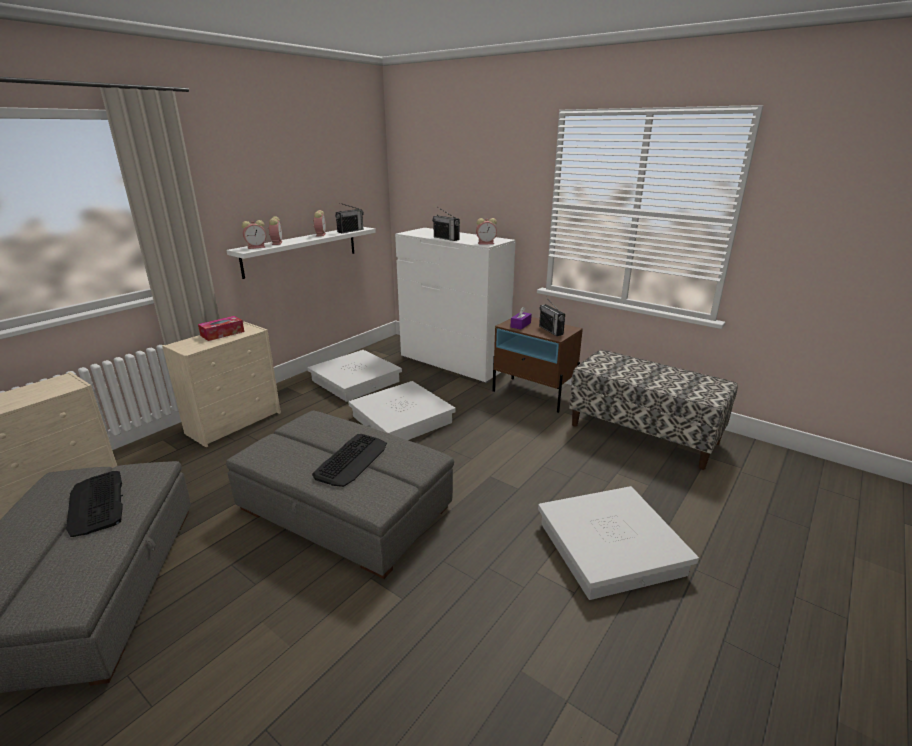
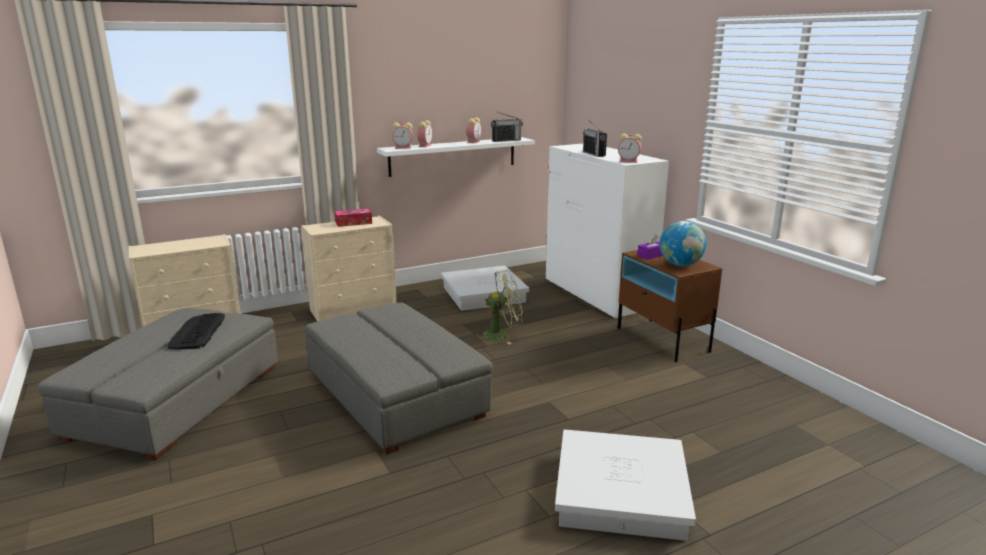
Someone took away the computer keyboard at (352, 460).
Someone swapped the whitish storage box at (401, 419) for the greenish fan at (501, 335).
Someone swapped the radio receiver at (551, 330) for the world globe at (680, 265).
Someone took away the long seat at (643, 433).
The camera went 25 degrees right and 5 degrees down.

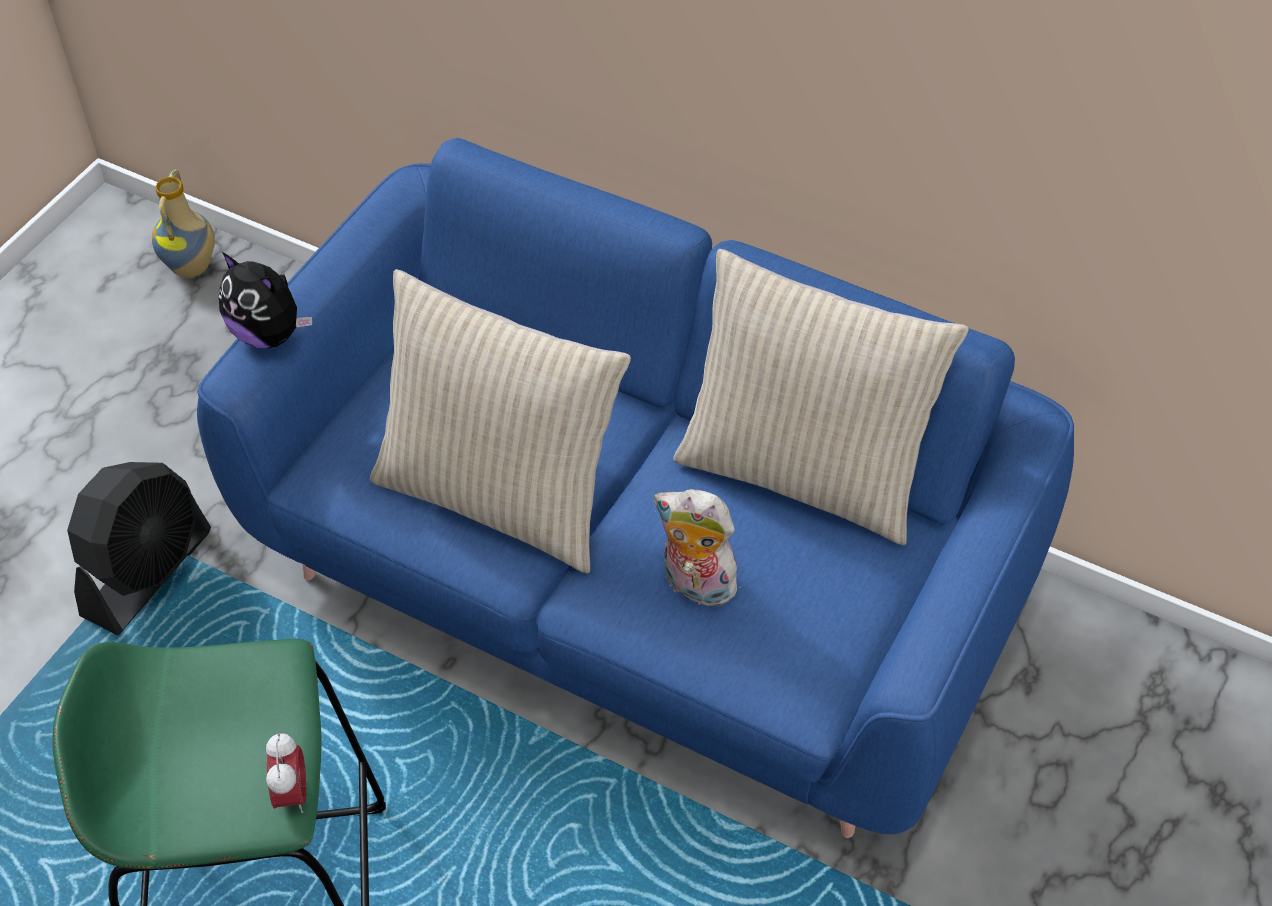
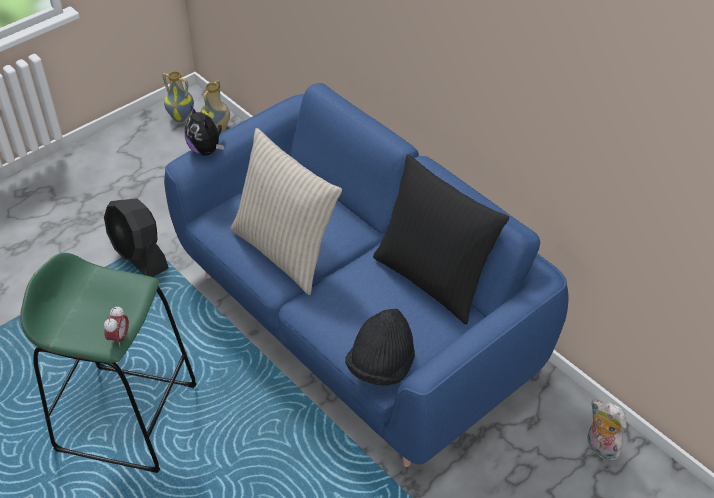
Someone rotated the blackish fan at (148, 572) by 90 degrees clockwise.
Someone carried the cuddly toy from (694, 585) to (600, 447).
Someone repainted the beige pillow at (803, 472), which became the blackish pillow at (433, 279).
Someone put down the flower vase at (182, 117).
Someone put down the blackish clothing hat at (381, 365).
The camera went 20 degrees right and 5 degrees down.

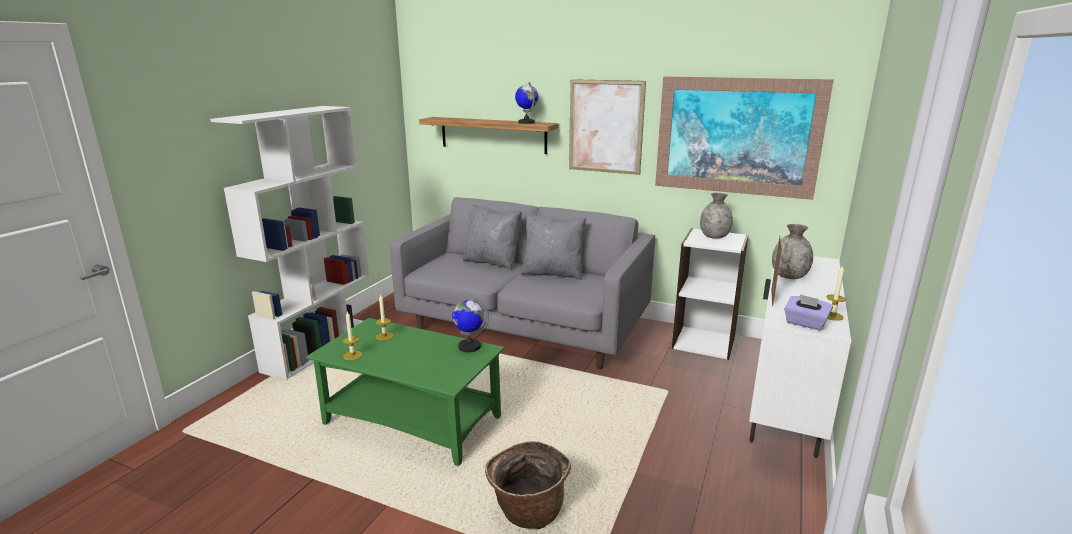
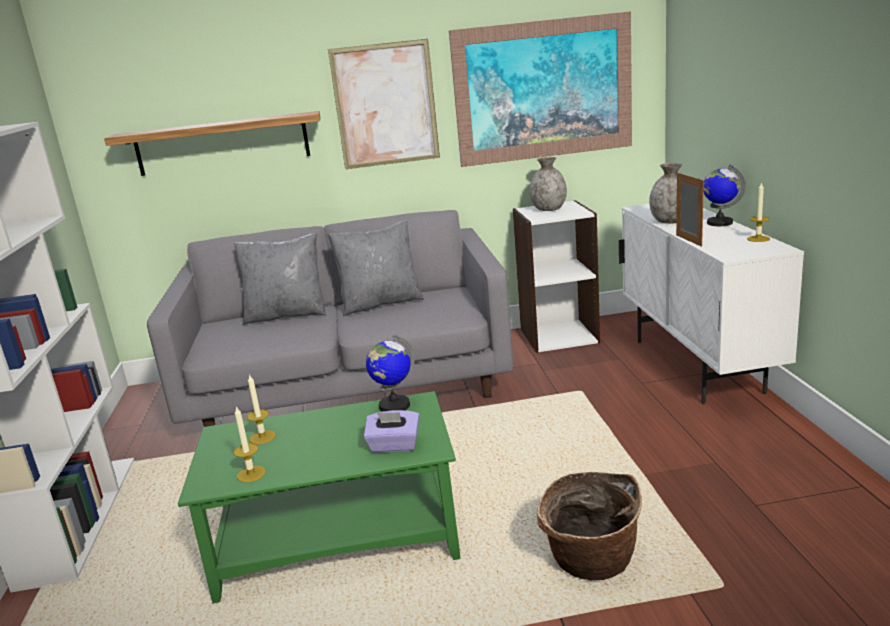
Someone carried the world globe from (526, 122) to (719, 223).
Someone carried the purplish tissue box from (805, 323) to (394, 446).
The camera went 30 degrees left and 0 degrees up.

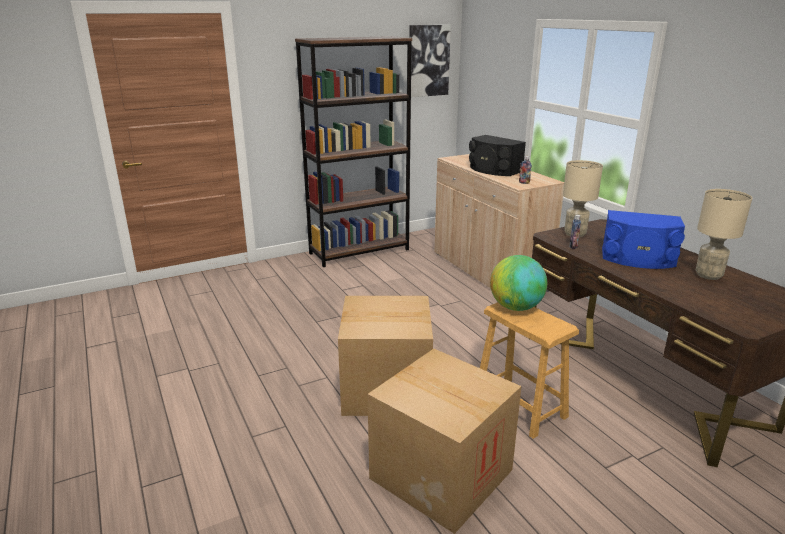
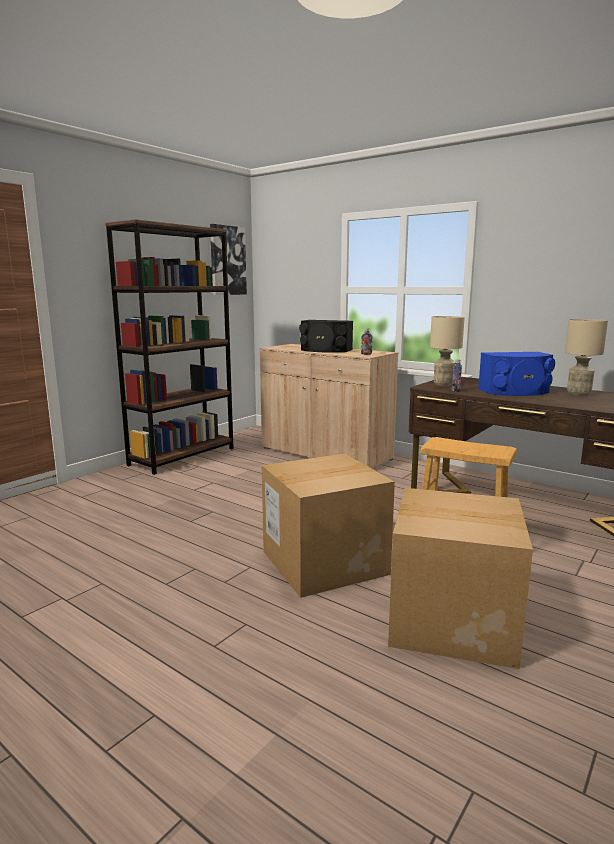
Someone took away the world globe at (515, 307).
The camera went 25 degrees left and 10 degrees down.

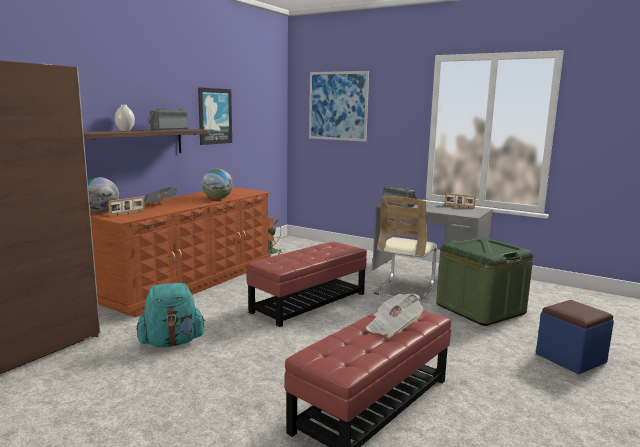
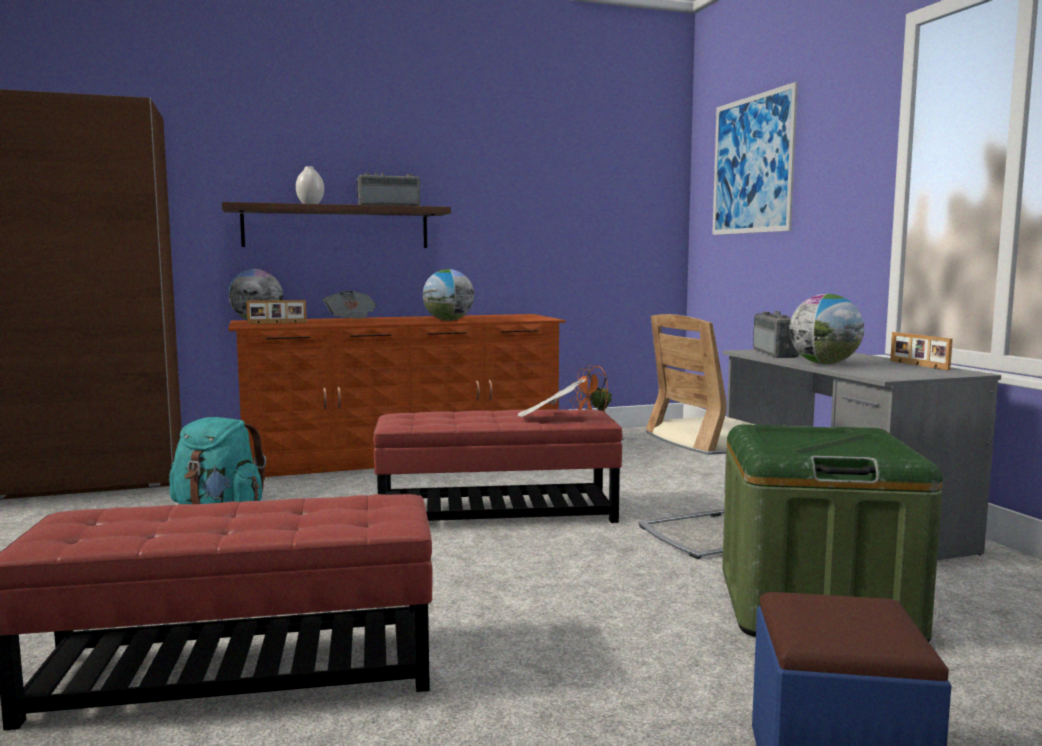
Someone took away the wall art at (214, 116).
Someone carried the daily paper from (393, 328) to (549, 417).
Someone put down the world globe at (824, 363).
The camera went 40 degrees right and 5 degrees down.

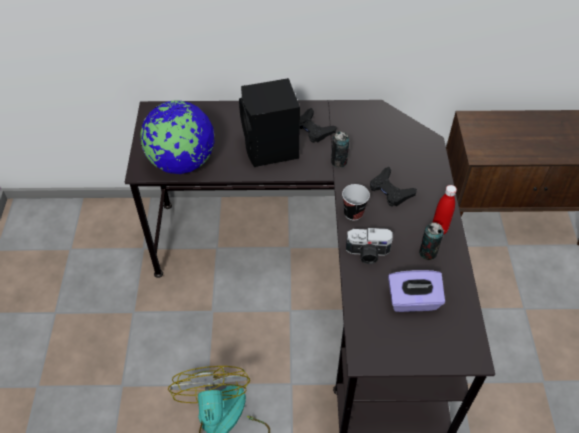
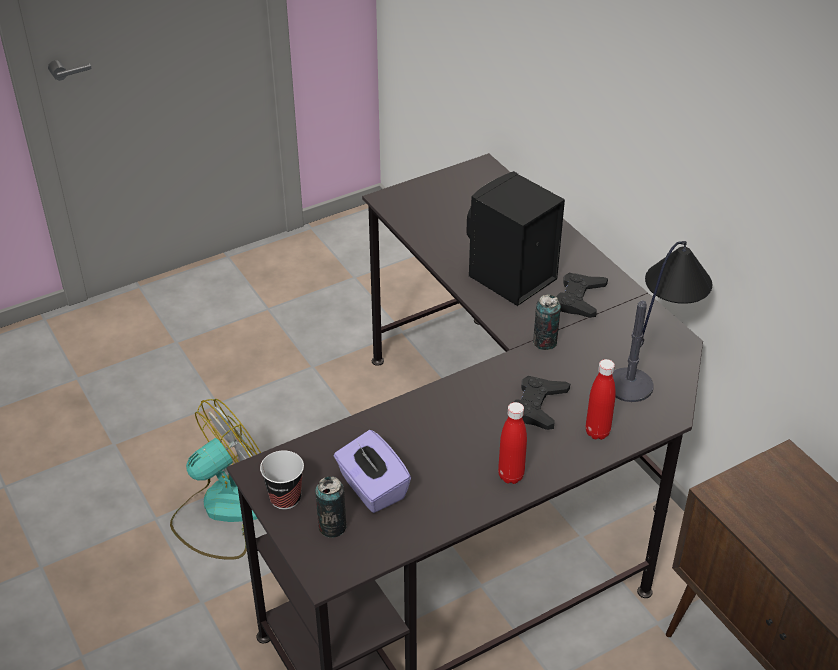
Someone took away the world globe at (182, 162).
Someone carried the small cup from (353, 213) to (285, 498).
Someone took away the still camera at (367, 254).
Someone carried the sealed can from (428, 252) to (332, 527).
Someone put down the reddish bottle at (597, 432).
Someone put down the lamp for a table at (653, 359).
The camera went 60 degrees right and 10 degrees down.

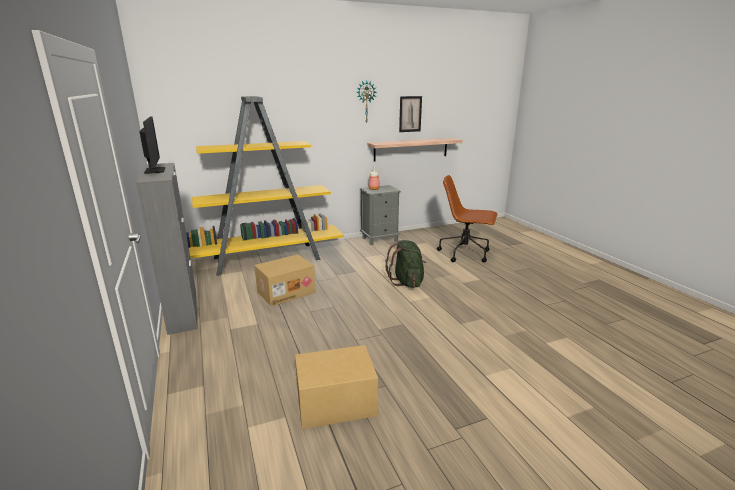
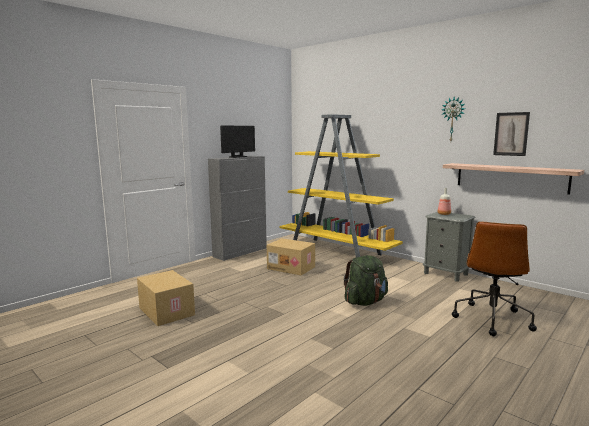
Someone rotated the brownish office chair at (465, 253) by 150 degrees counterclockwise.
The camera went 65 degrees right and 10 degrees down.

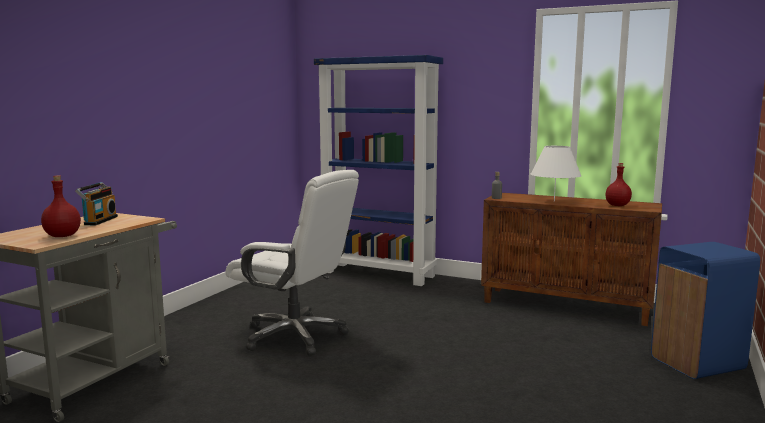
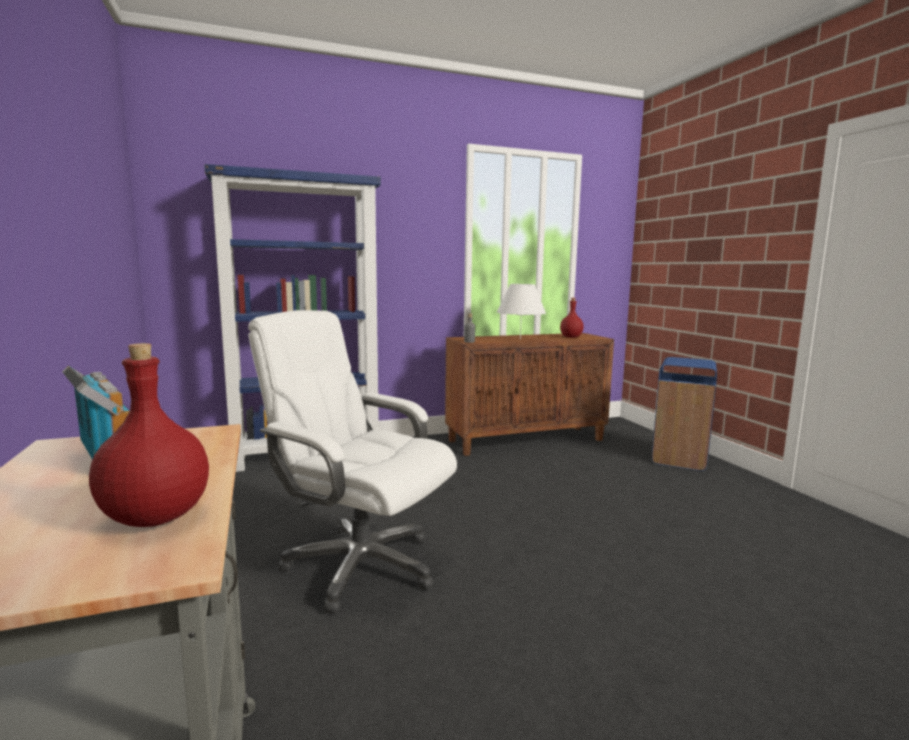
Someone rotated the whitish office chair at (295, 336) by 135 degrees counterclockwise.
The camera went 45 degrees left and 0 degrees up.

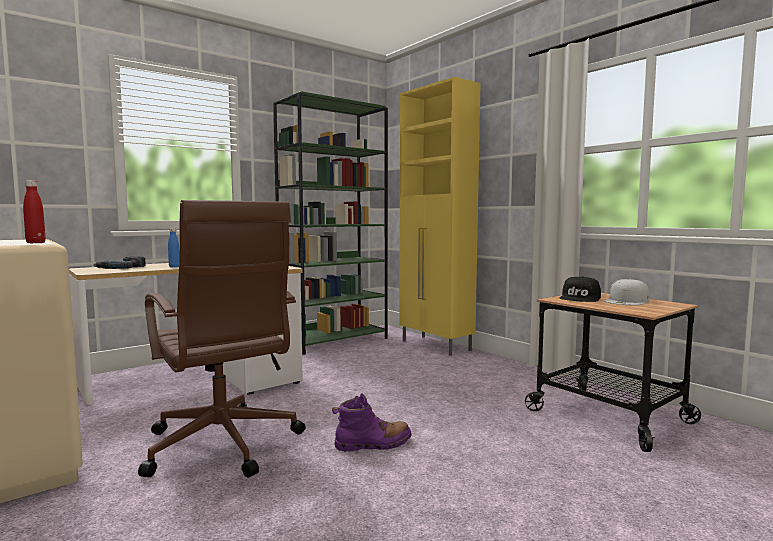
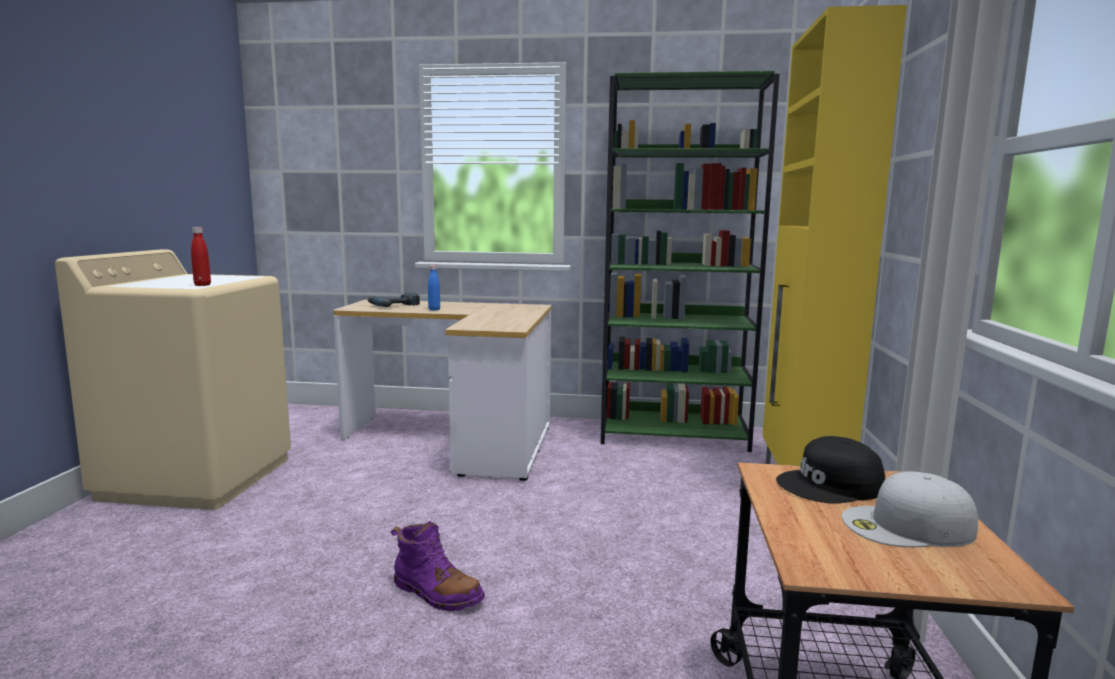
Someone took away the brownish office chair at (223, 446).
The camera went 45 degrees right and 5 degrees up.

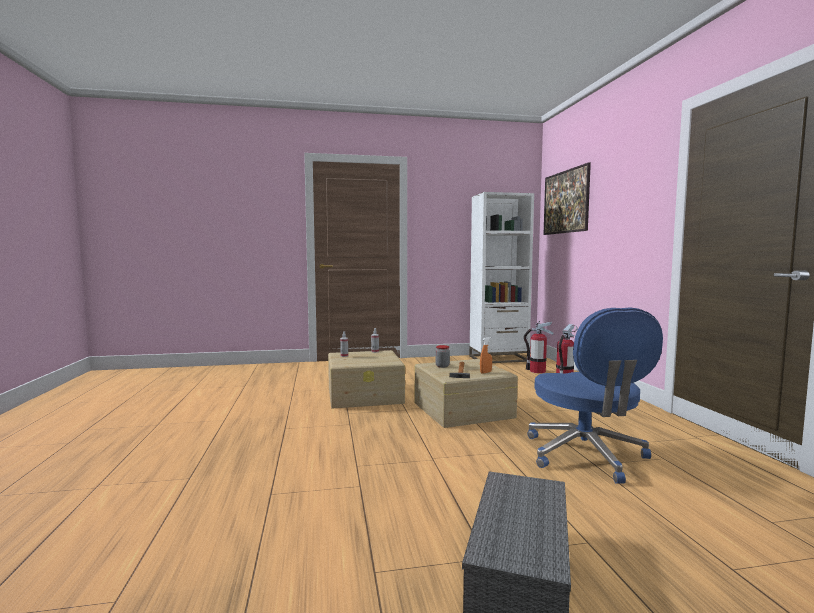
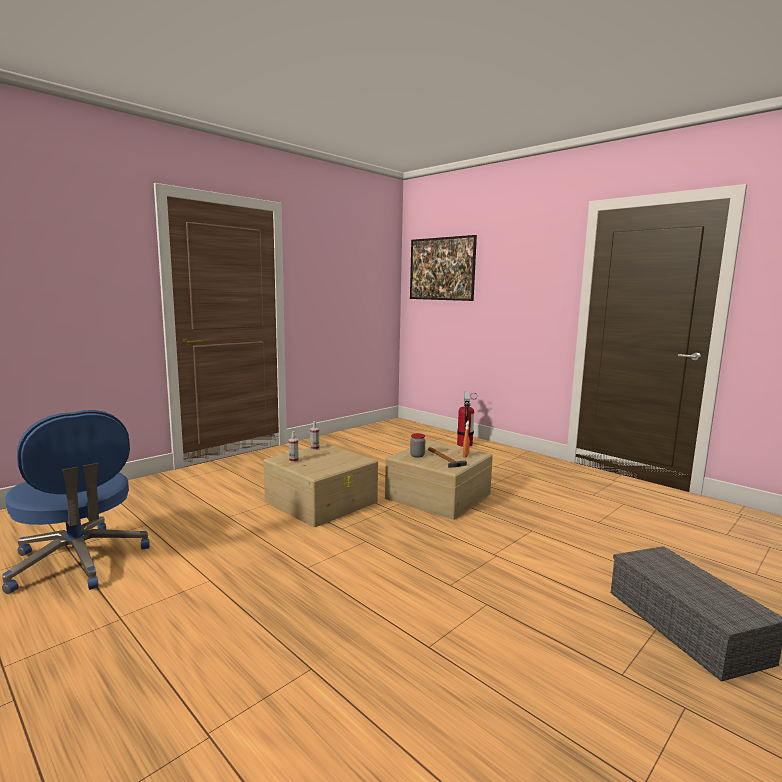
Someone took away the whitish bookshelf at (498, 358).
Someone took away the fire-fighting cylinder at (537, 371).
Someone carried the blue office chair from (586, 455) to (78, 562).
The camera went 35 degrees left and 5 degrees up.

